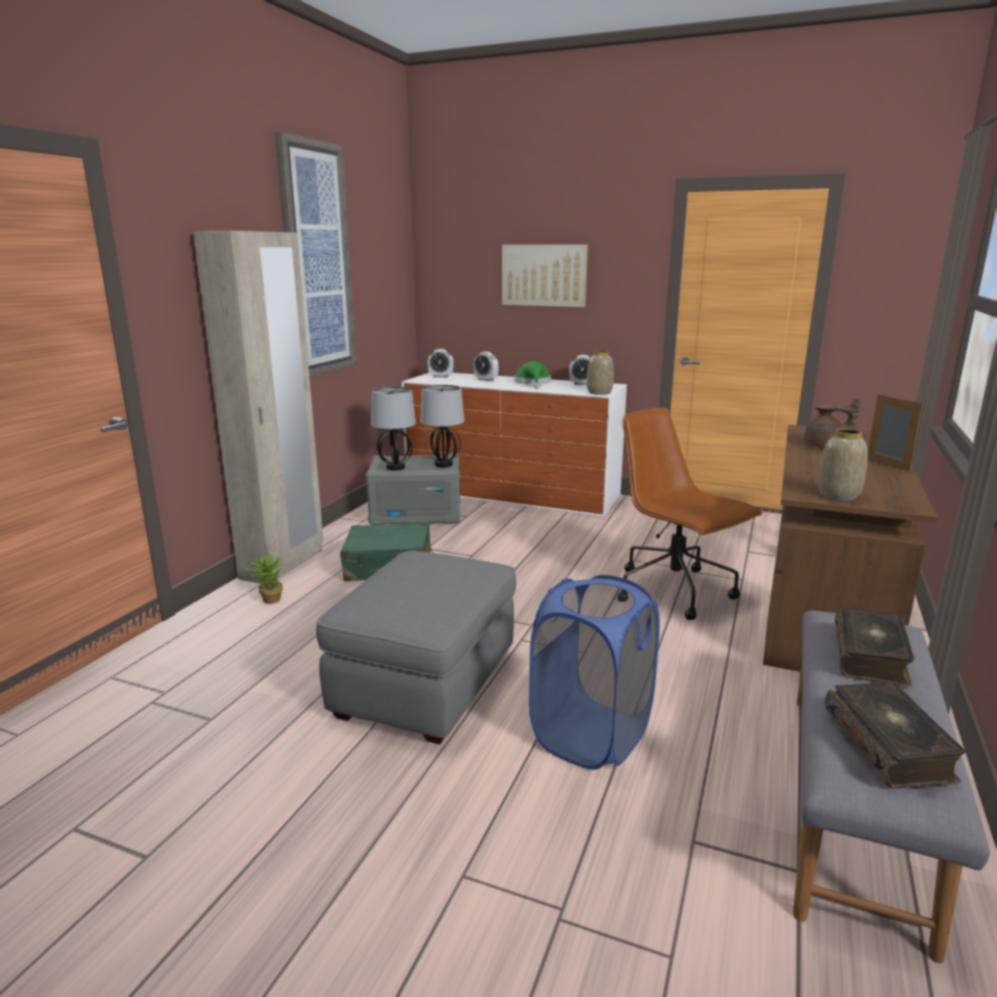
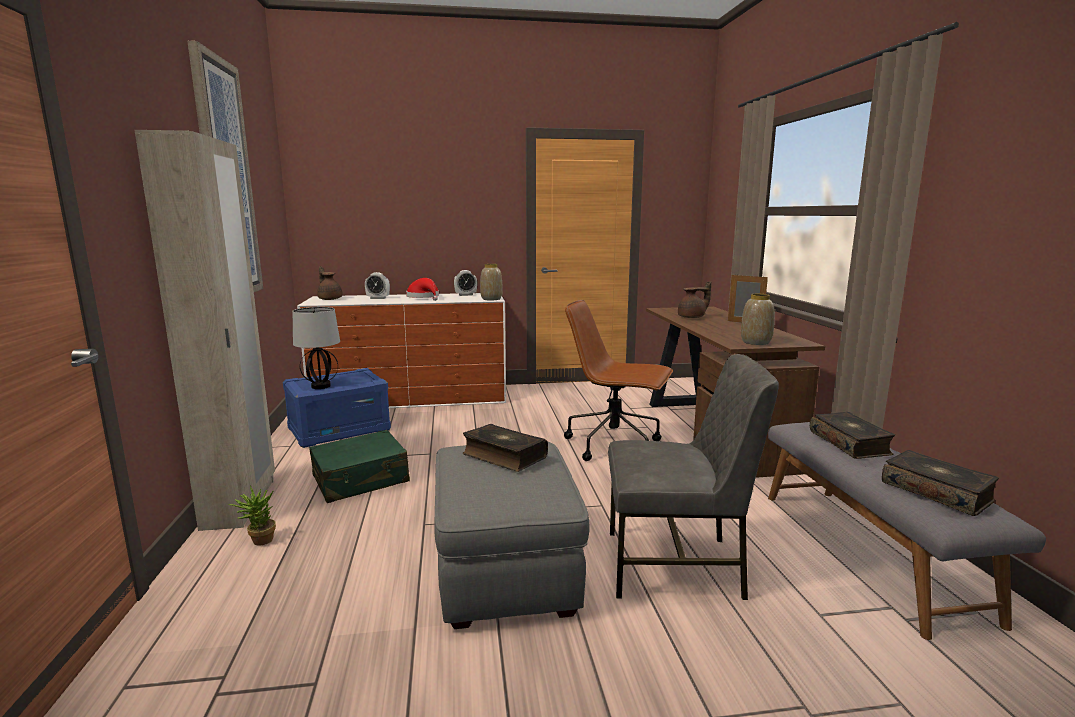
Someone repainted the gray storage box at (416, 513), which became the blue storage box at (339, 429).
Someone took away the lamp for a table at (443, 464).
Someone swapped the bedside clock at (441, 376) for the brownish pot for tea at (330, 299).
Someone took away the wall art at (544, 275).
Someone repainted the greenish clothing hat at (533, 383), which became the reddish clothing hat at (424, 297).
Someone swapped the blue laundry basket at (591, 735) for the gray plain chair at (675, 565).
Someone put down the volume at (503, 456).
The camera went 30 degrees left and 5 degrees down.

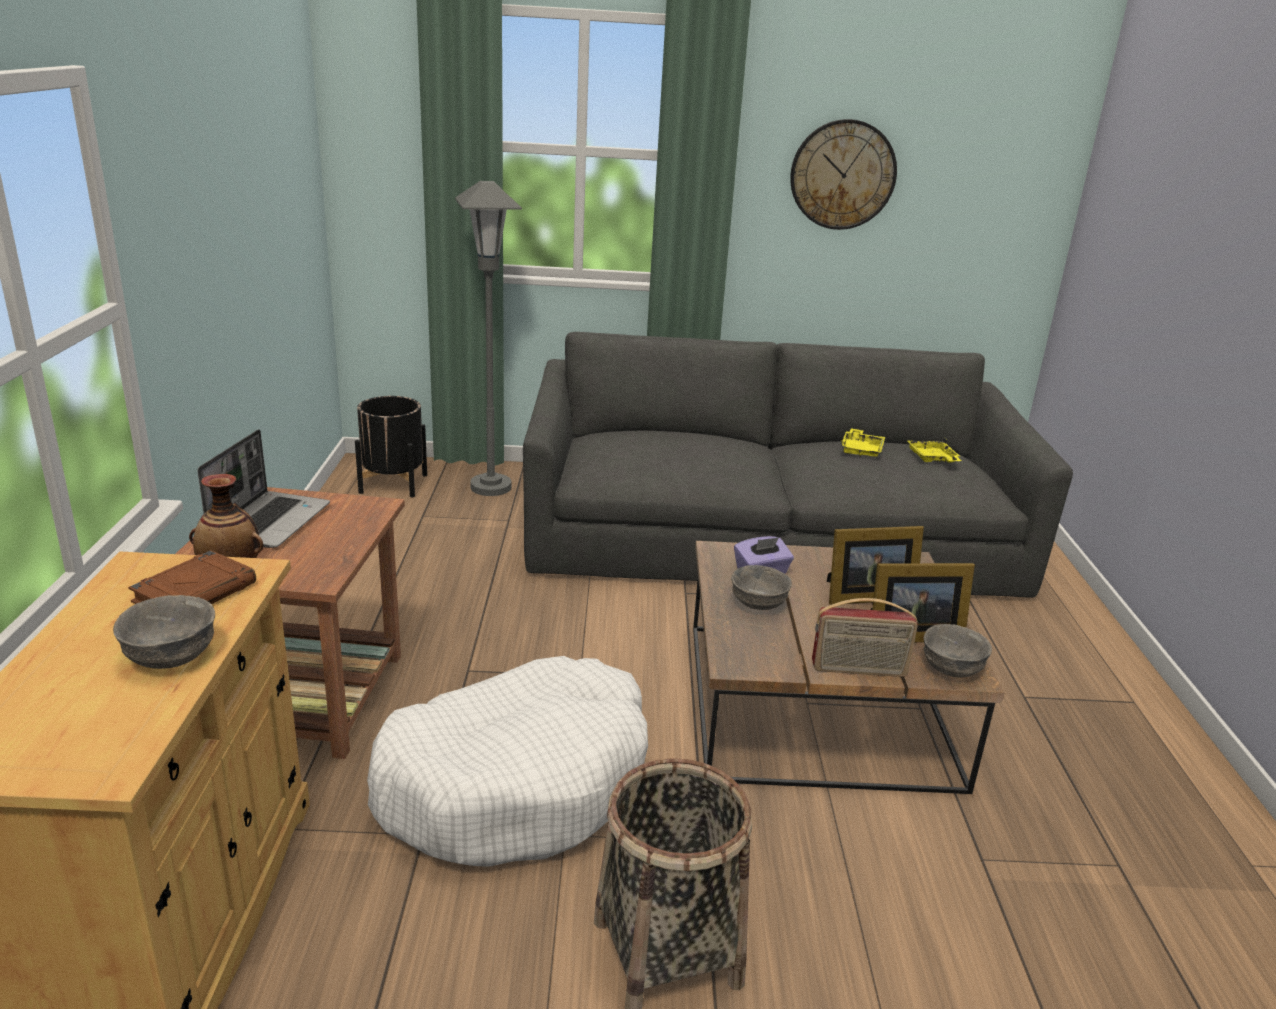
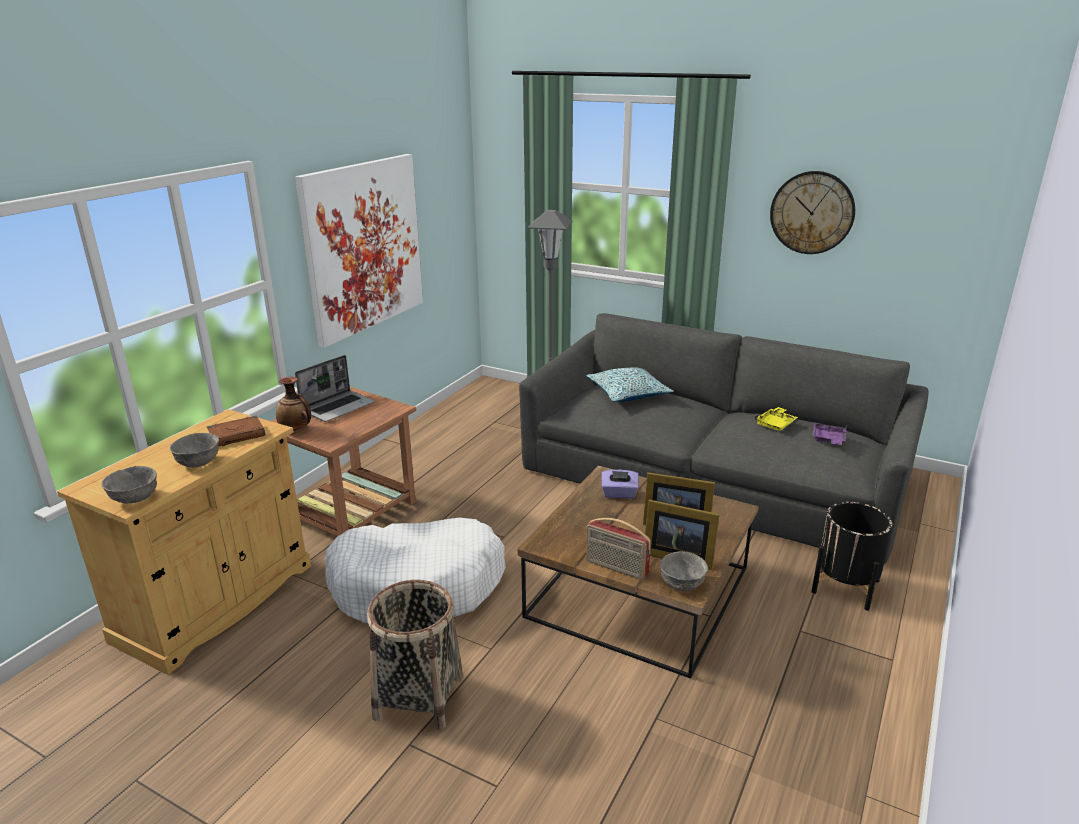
Someone carried the blackish plant pot from (393, 484) to (845, 586).
Someone carried the gray serving bowl from (757, 604) to (134, 498).
Someone repainted the yellow serving tray at (932, 459), which became the purplish serving tray at (828, 440).
Someone put up the wall art at (363, 246).
Someone put down the pillow at (628, 393).
The camera went 30 degrees right and 0 degrees up.

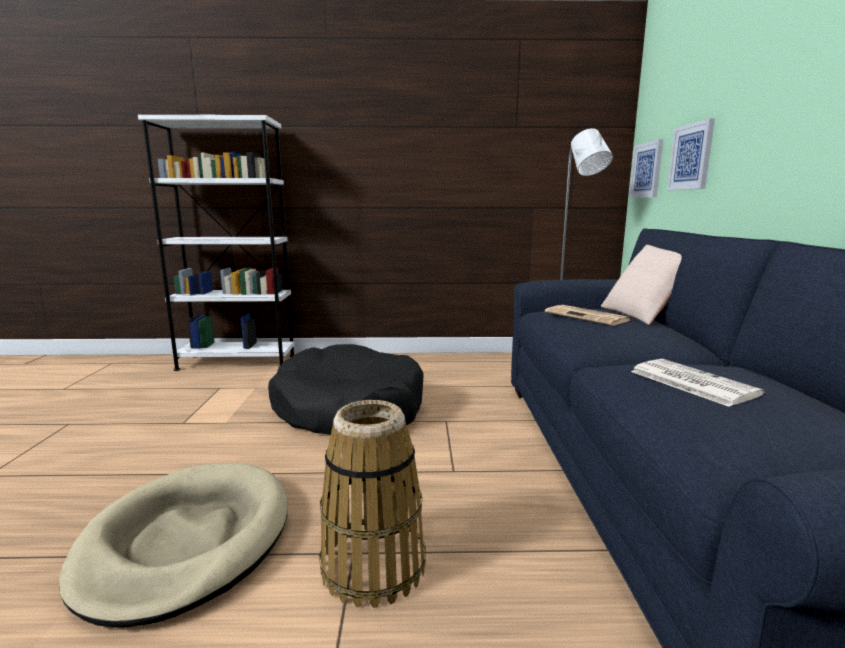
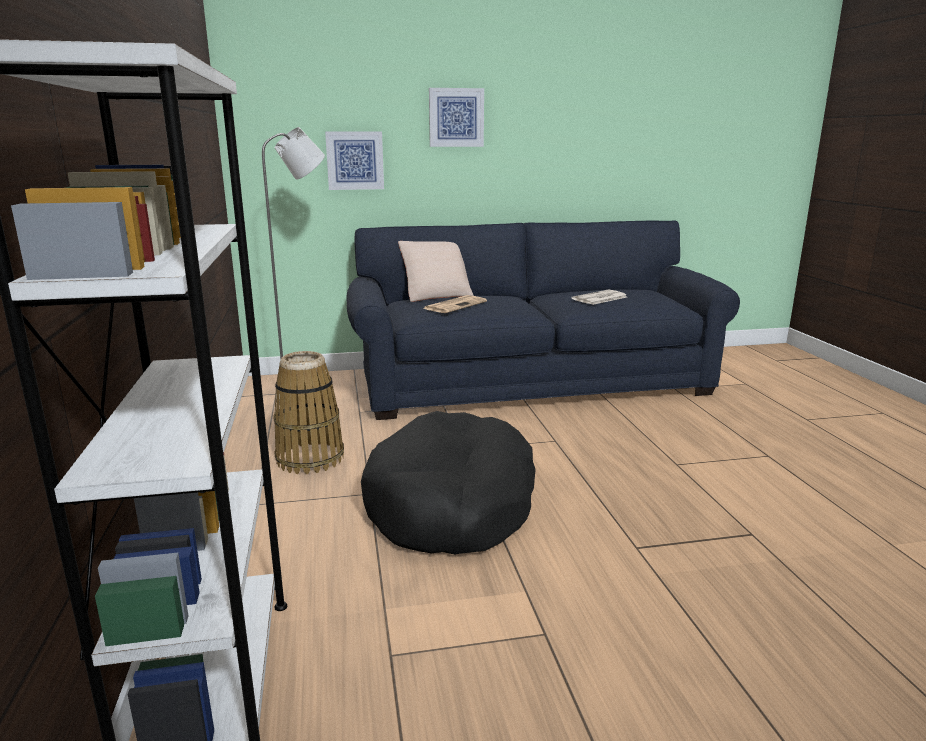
Someone took away the beige dog cushion at (187, 542).
Someone carried the storage basket from (374, 566) to (310, 458).
Someone carried the wall art from (647, 170) to (456, 117).
The camera went 100 degrees left and 5 degrees up.

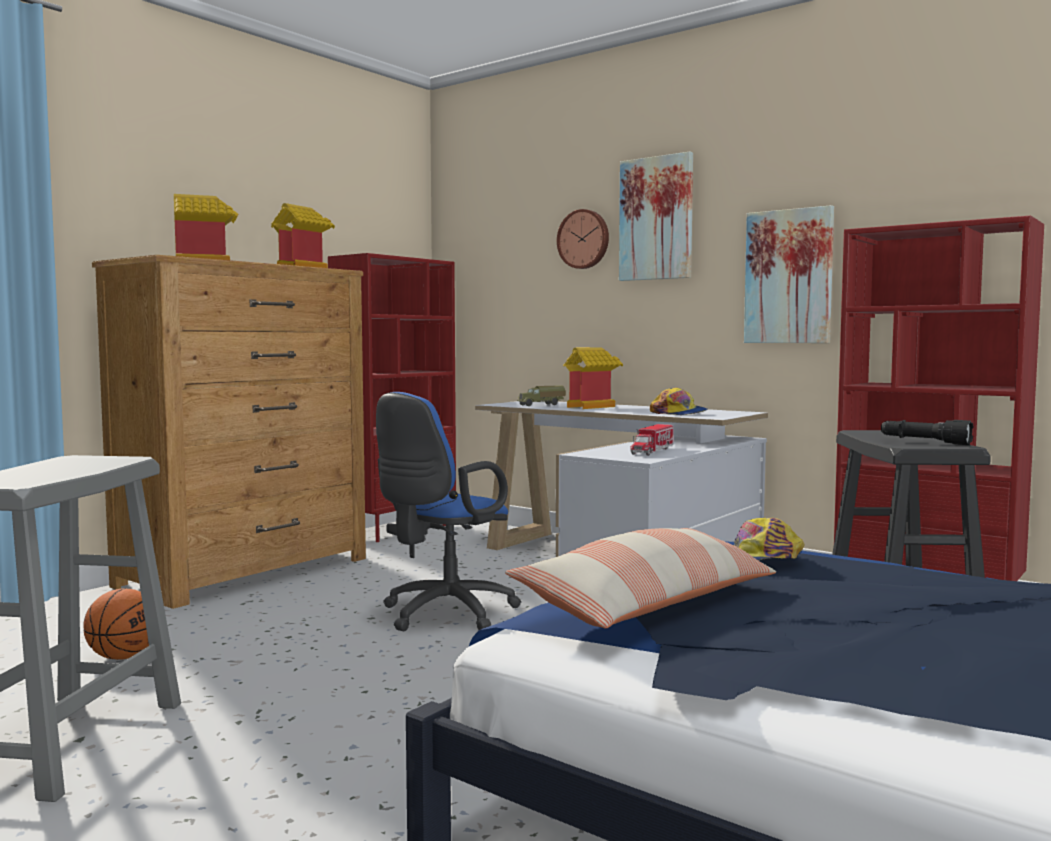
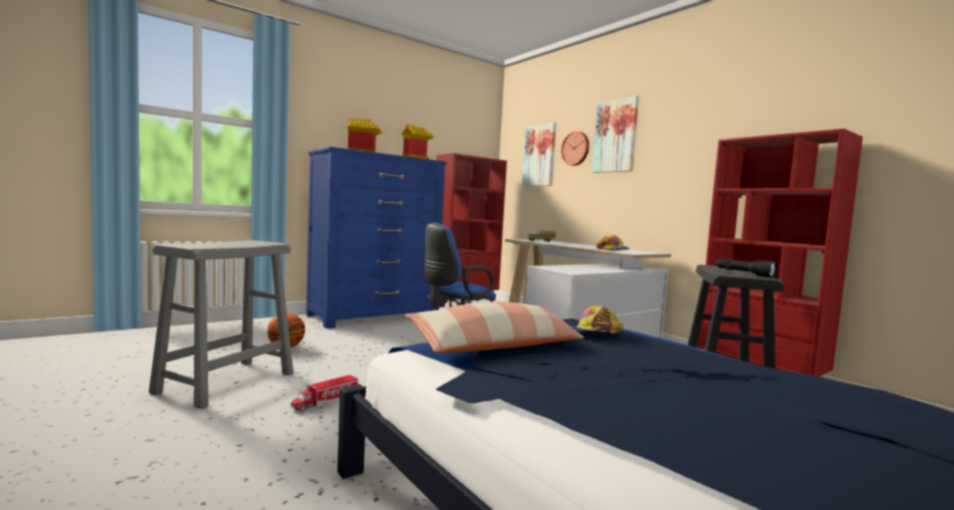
Someone repainted the brownish chest of drawers at (246, 572), which became the blue chest of drawers at (374, 316).
Someone took away the toy house at (591, 406).
Someone carried the model truck from (652, 451) to (326, 402).
Someone carried the wall art from (789, 277) to (540, 155).
The camera went 15 degrees right and 0 degrees up.

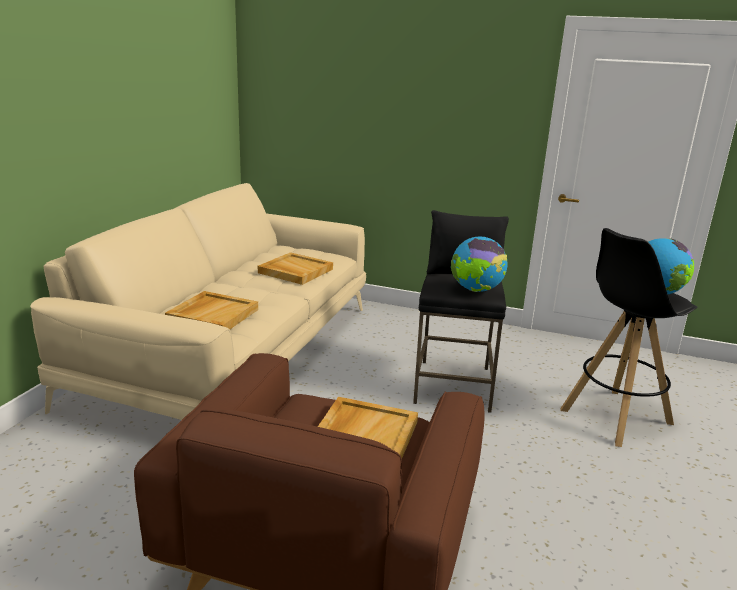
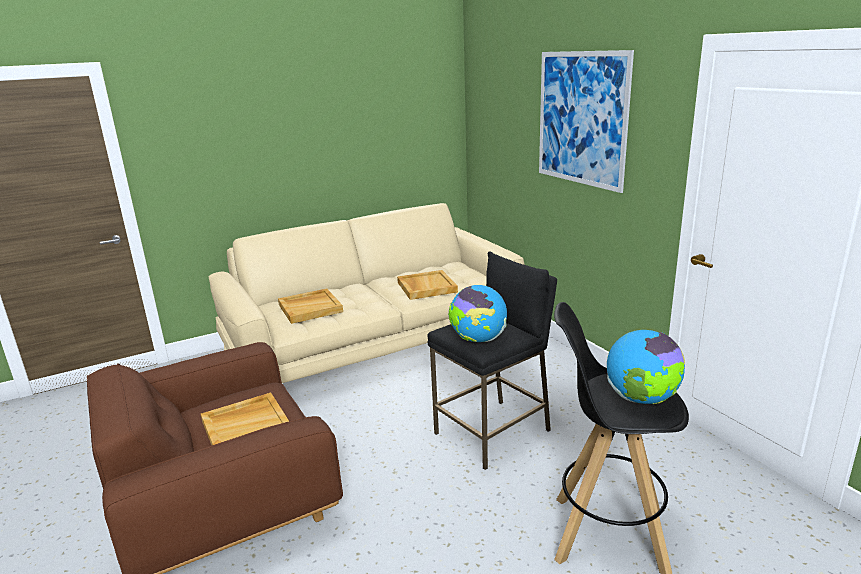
Someone put up the wall art at (581, 119).
The camera went 45 degrees right and 0 degrees up.

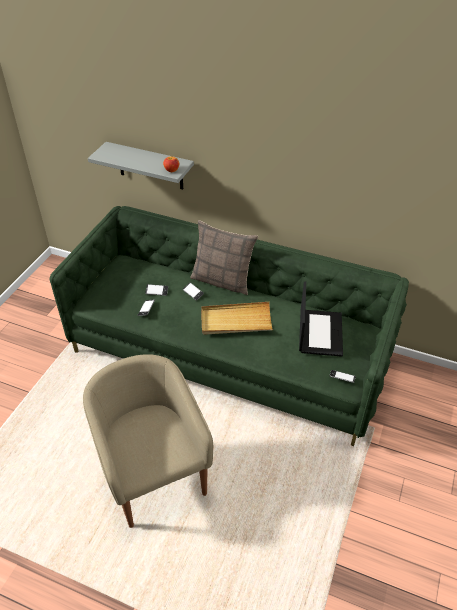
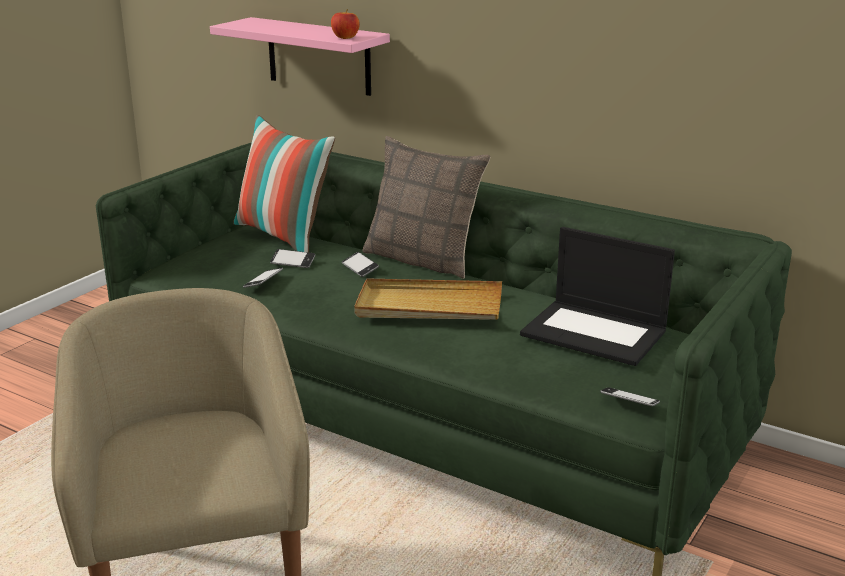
Someone repainted the gray bracket shelf at (150, 166), which became the pink bracket shelf at (319, 56).
Someone rotated the portable computer at (319, 332) by 105 degrees clockwise.
Someone put down the pillow at (284, 236).
The camera went 10 degrees right and 20 degrees down.

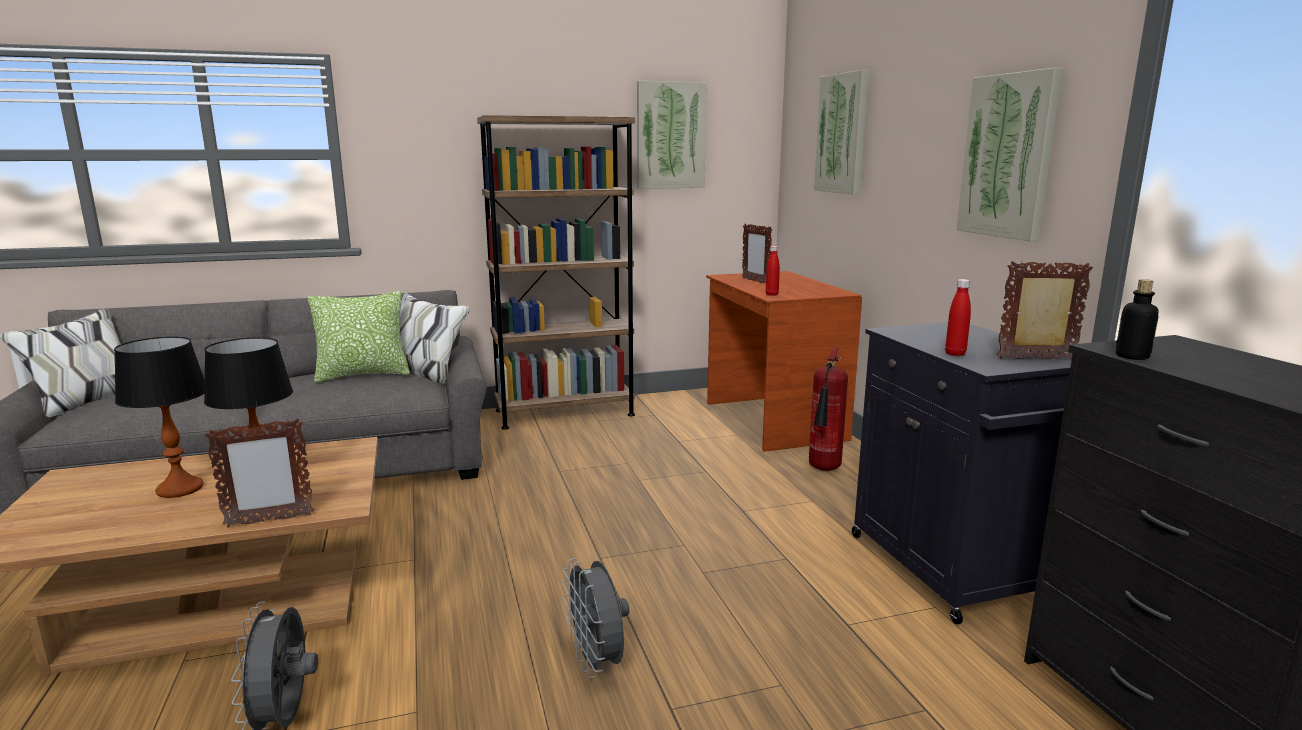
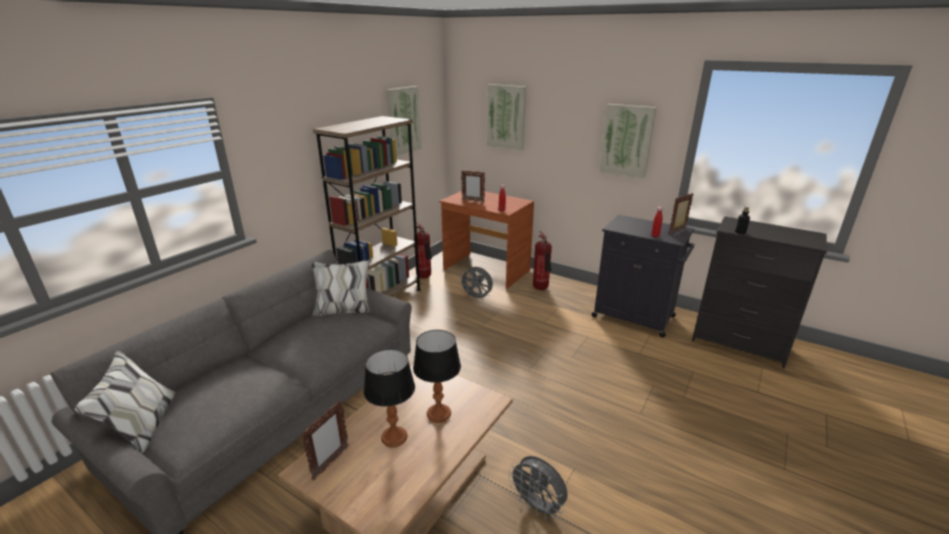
Someone carried the standing frame from (269, 520) to (330, 463).
Someone took away the pillow at (363, 375).
Someone carried the gray fan from (597, 663) to (477, 297).
Someone put down the fire-fighting cylinder at (425, 277).
The camera went 40 degrees left and 10 degrees up.

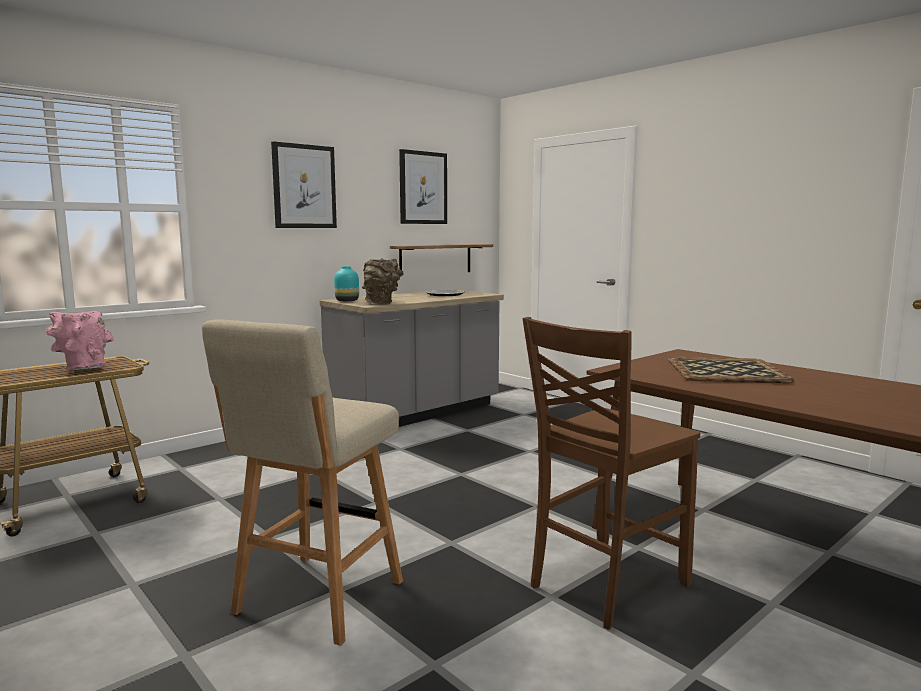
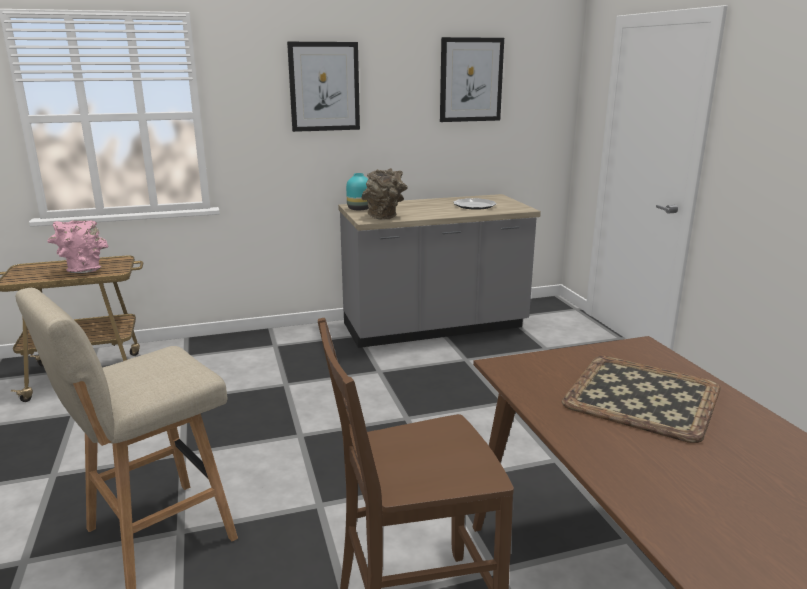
Someone took away the bracket shelf at (436, 259).
The camera went 25 degrees right and 10 degrees up.

